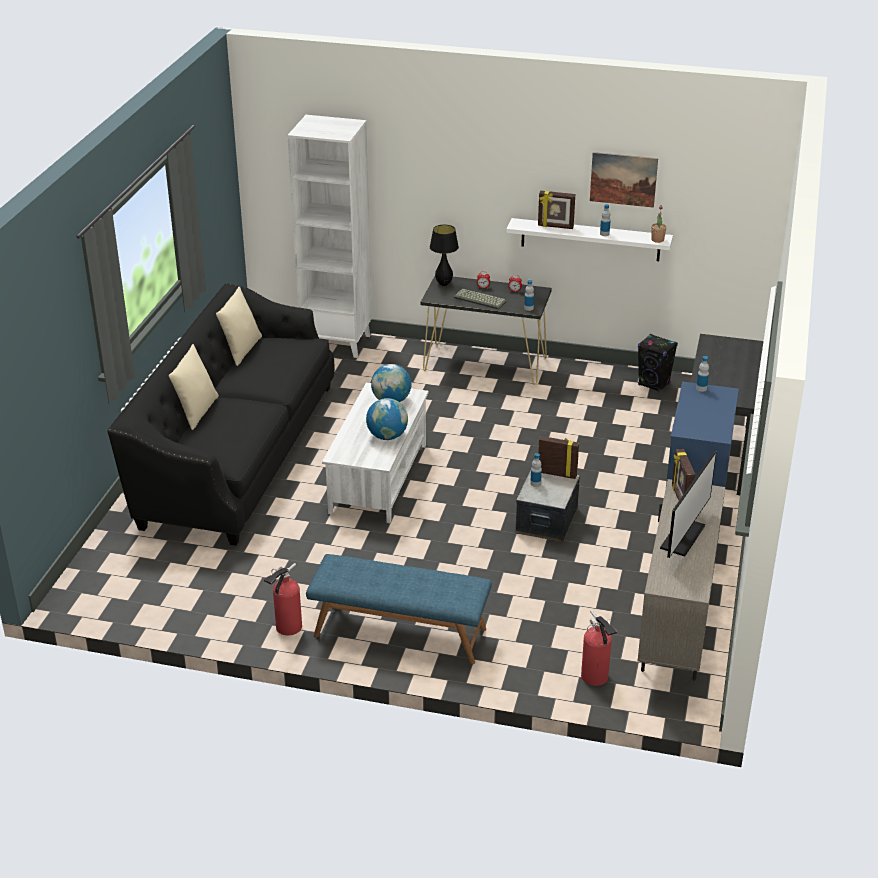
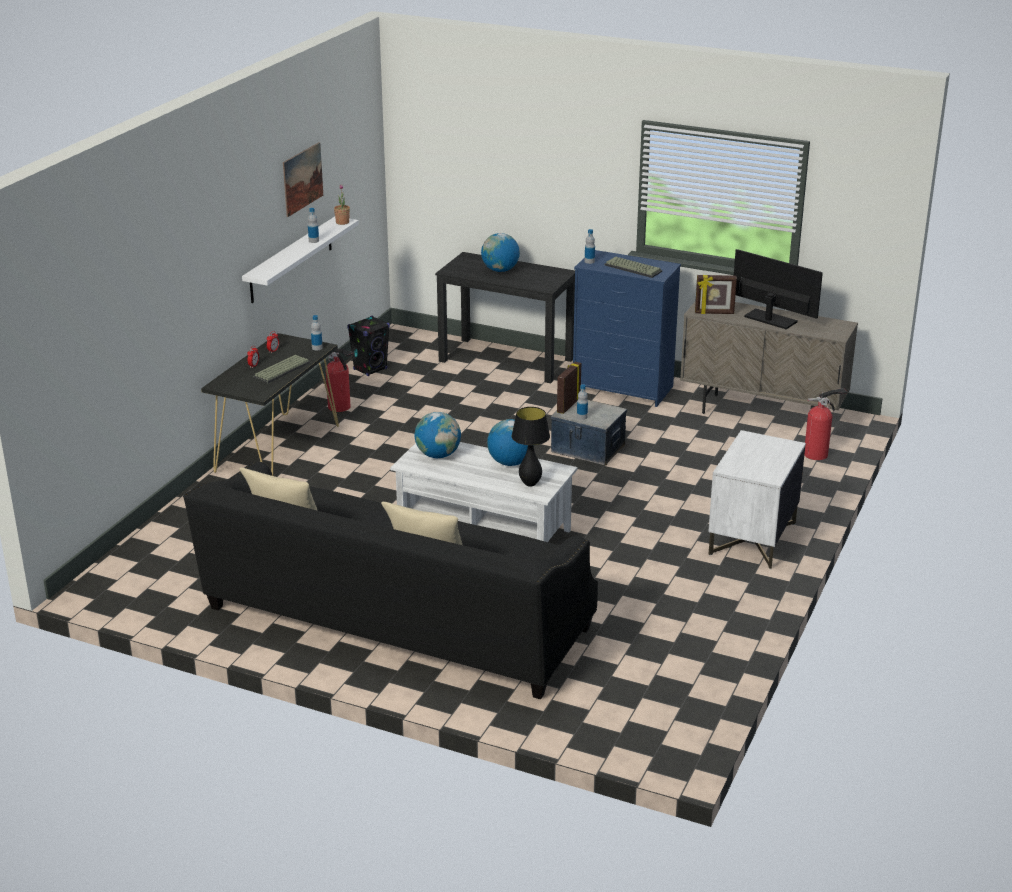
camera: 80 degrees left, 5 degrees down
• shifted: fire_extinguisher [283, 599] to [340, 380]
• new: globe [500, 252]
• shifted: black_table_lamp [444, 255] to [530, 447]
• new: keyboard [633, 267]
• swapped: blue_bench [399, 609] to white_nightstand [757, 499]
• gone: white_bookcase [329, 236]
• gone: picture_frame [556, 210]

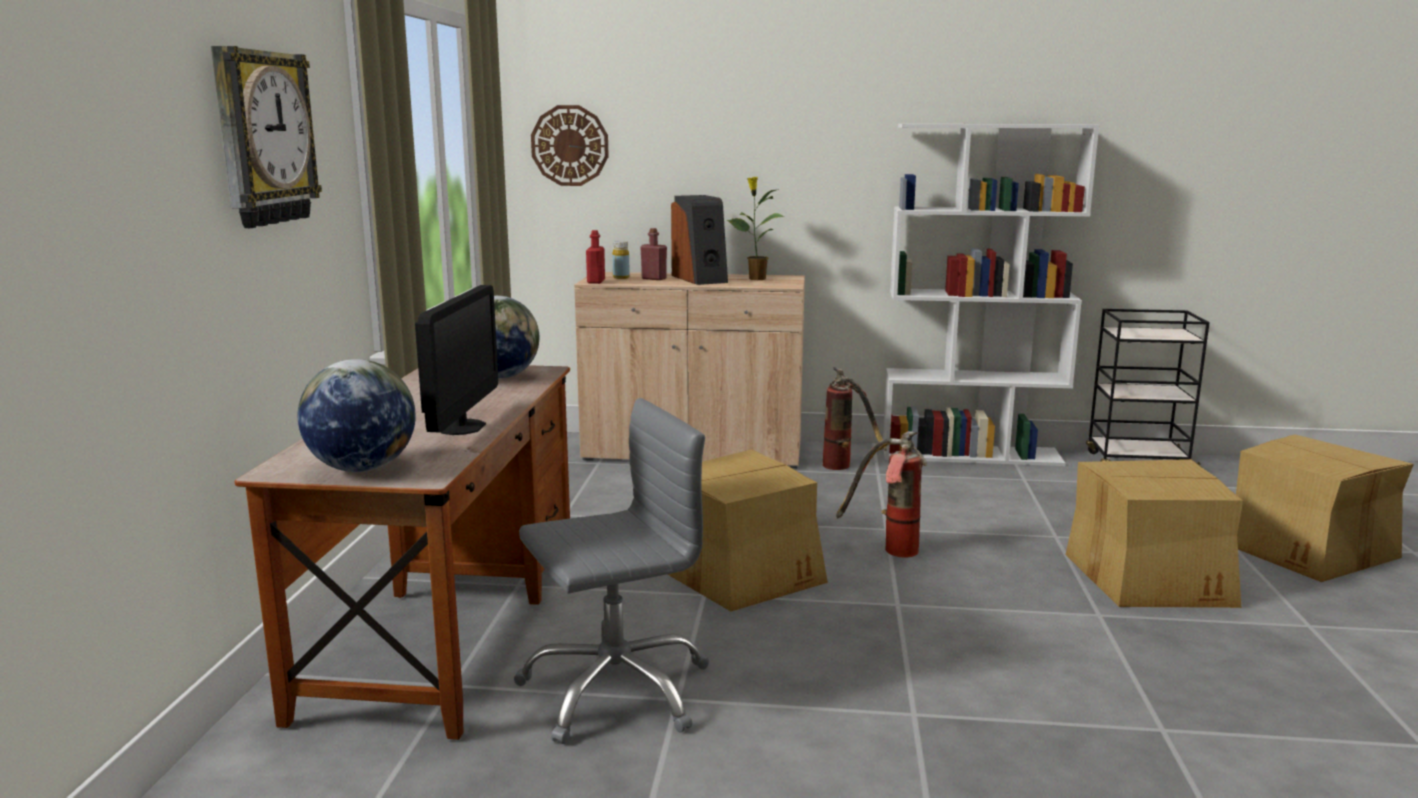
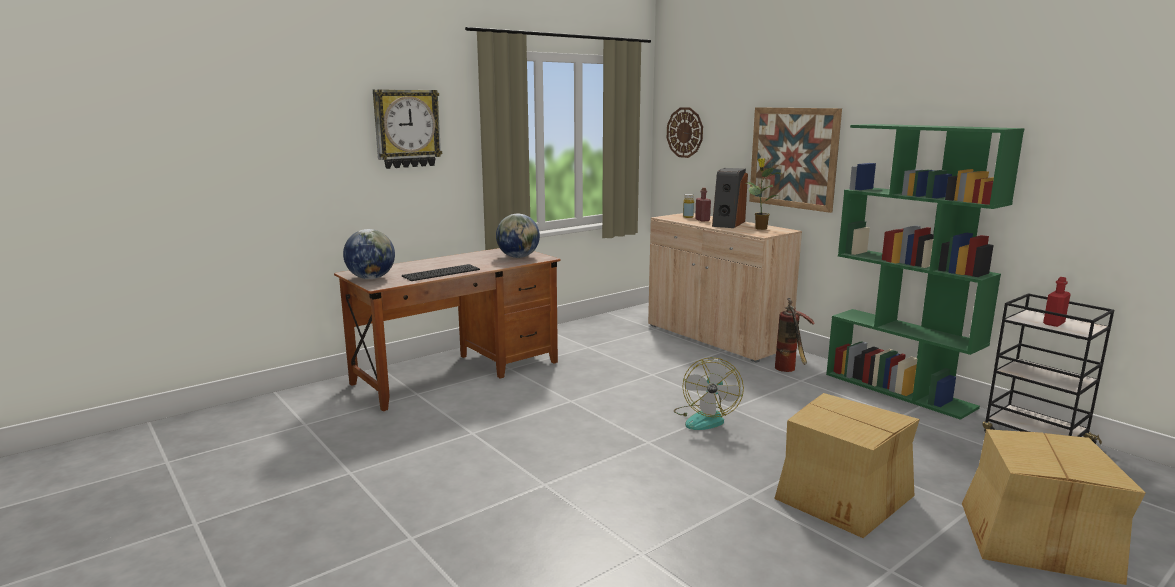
camera: 45 degrees right, 0 degrees up
• swapped: monitor [456, 360] to keyboard [441, 272]
• swapped: fire_extinguisher [881, 494] to fan [709, 393]
• new: picture [795, 160]
• repainted: white_bookcase [991, 295] to green_bookcase [925, 272]
• shifted: red_bottle [595, 257] to [1057, 302]
• gone: grey_office_chair [611, 571]
• gone: cardboard_box [747, 530]

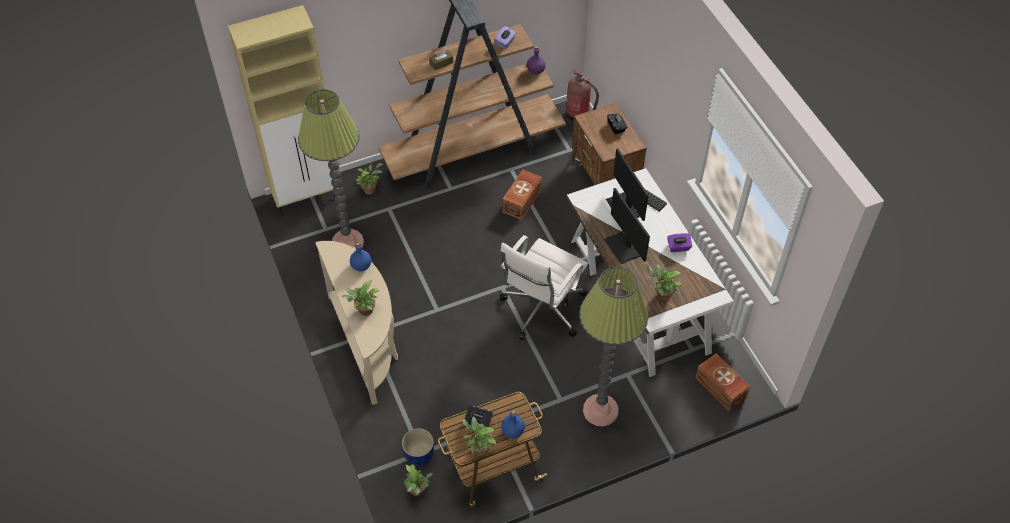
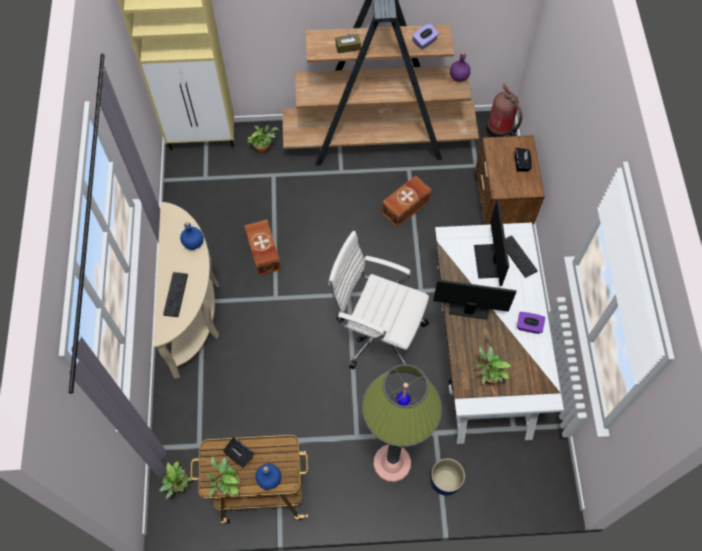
camera: 20 degrees right, 10 degrees up
• swapped: potted_plant [360, 298] to keyboard [175, 294]
• shifted: brown_storage_box [723, 382] to [262, 248]
• rotated: white_office_chair [544, 287] = [378, 300] 60 degrees clockwise
• shifted: blue_planter [418, 447] to [448, 477]
• rotated: monitor [627, 226] = [474, 300] 105 degrees clockwise
• gone: floor_lamp [331, 169]

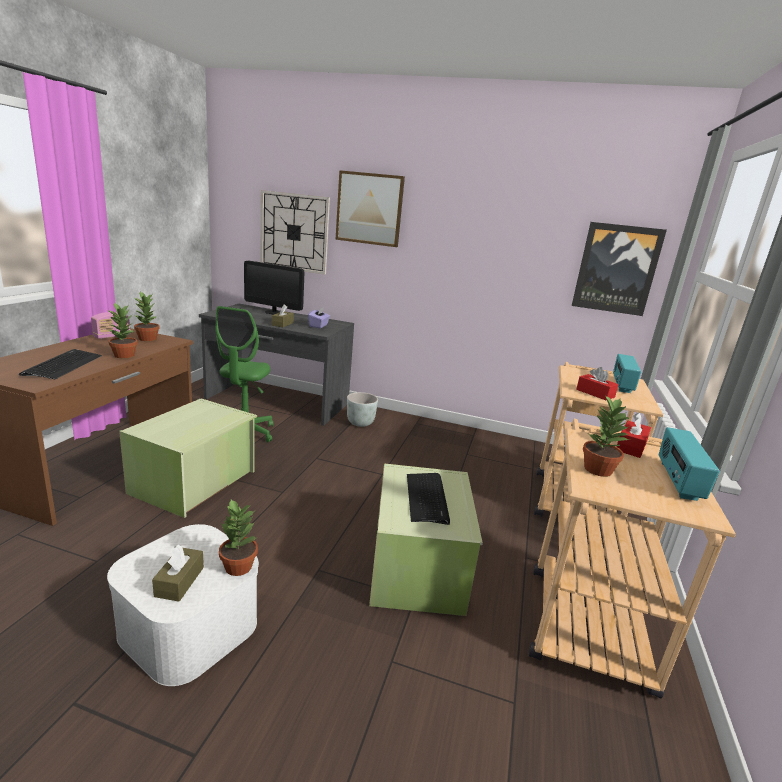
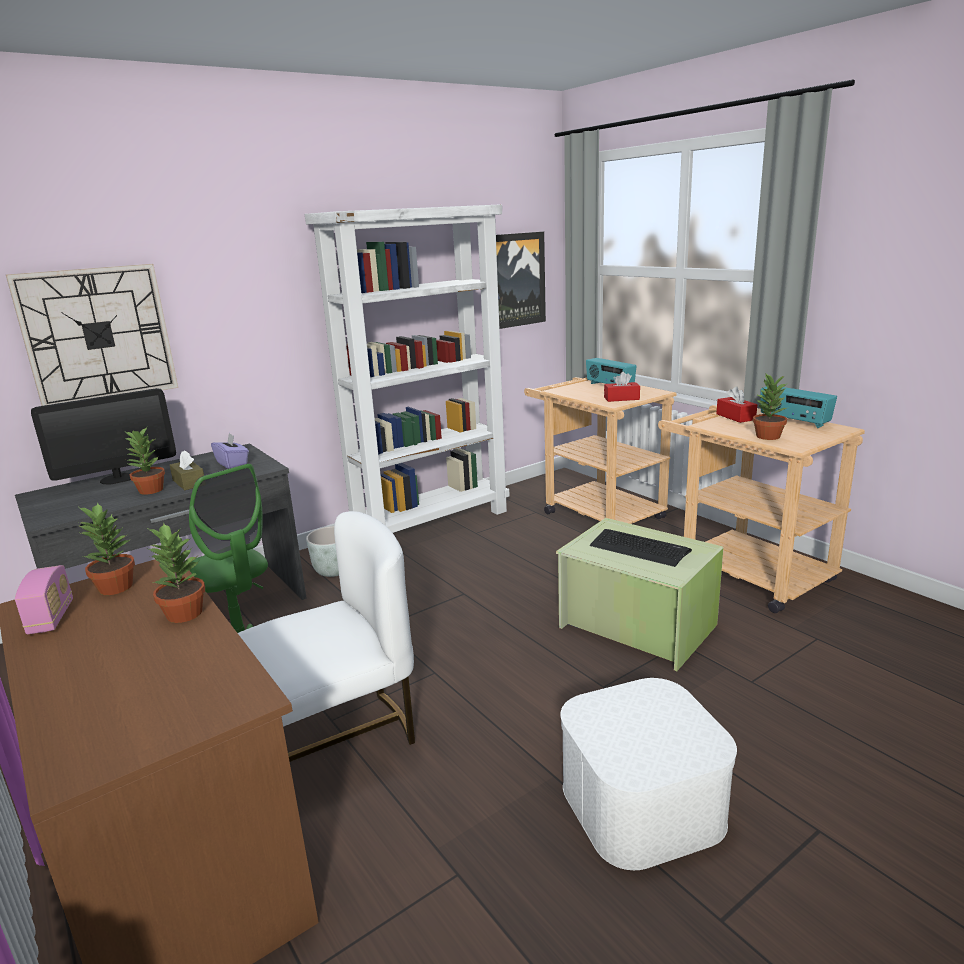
camera: 50 degrees left, 0 degrees up
• shifted: potted_plant [238, 538] to [144, 461]
• swapped: green_storage_box [188, 458] to white_chair [326, 636]
• new: white_bookcase [407, 368]
• gone: keyboard [60, 364]
• gone: brown_tissue_box [178, 573]
• gone: picture [370, 208]

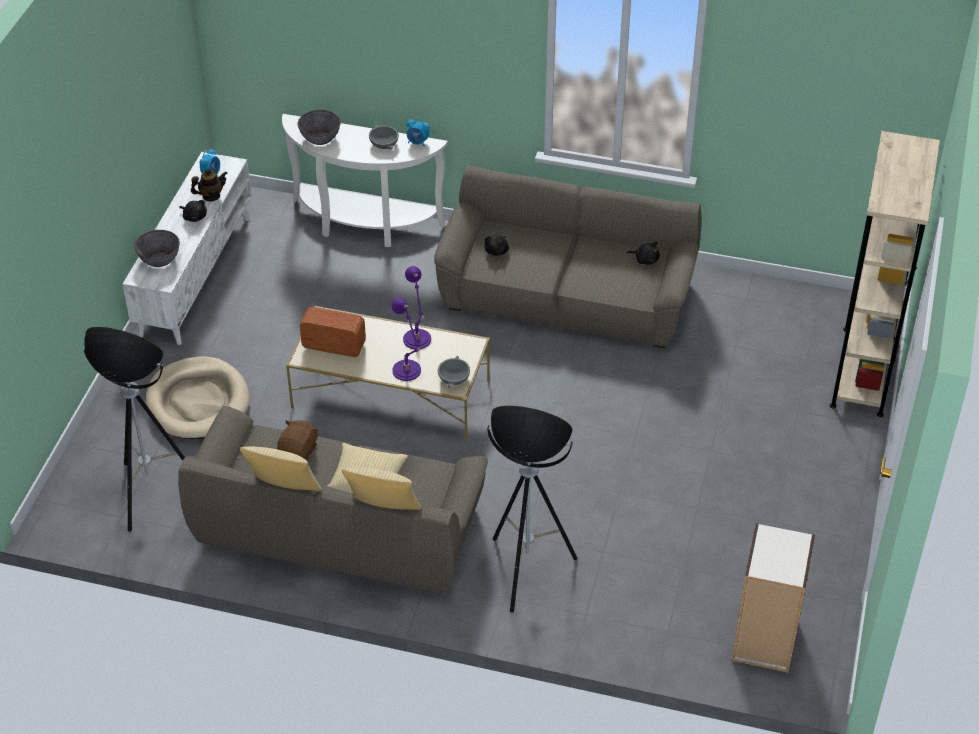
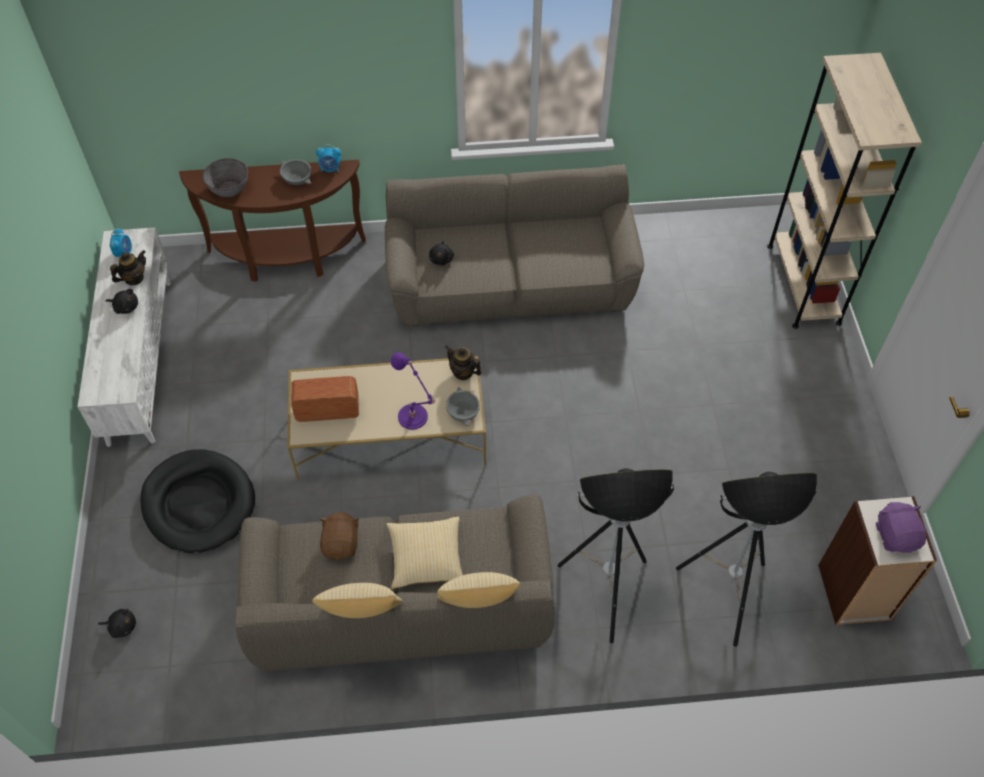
camera: 20 degrees left, 10 degrees up
• shifted: black_plush_toy [643, 253] to [117, 623]
• repainted: beige_dog_bed [198, 398] to black_dog_bed [197, 501]
• repainted: white_console_table [365, 180] to brown_console_table [272, 221]
• new: teapot [463, 362]
• shifted: floor_lamp [134, 429] to [746, 559]
• new: purple_plush_toy [901, 527]
• gone: grey_bowl [157, 248]
• gone: purple_table_lamp [417, 307]

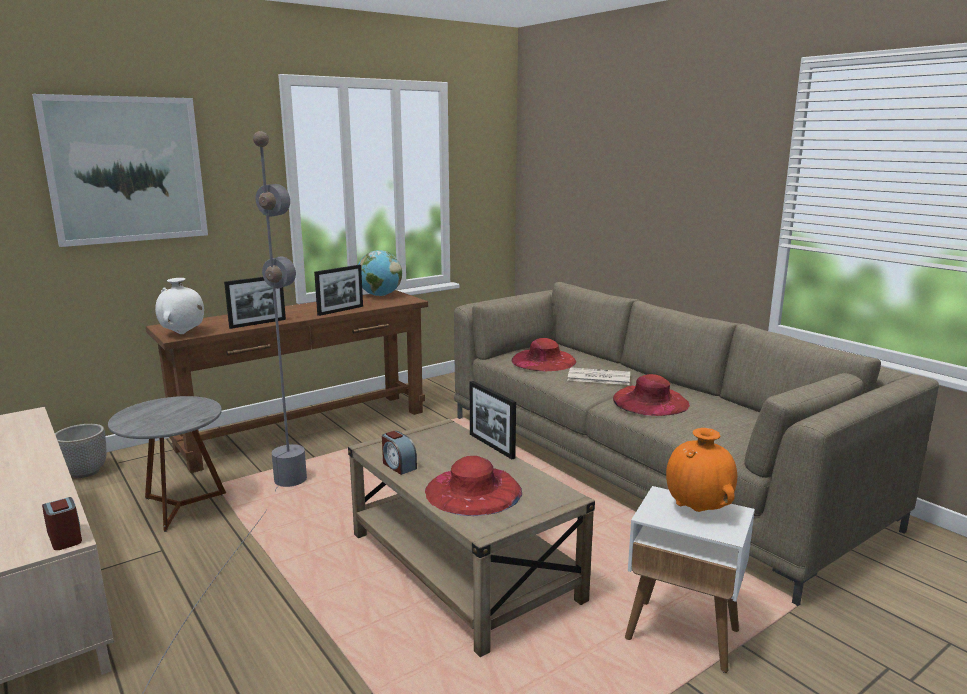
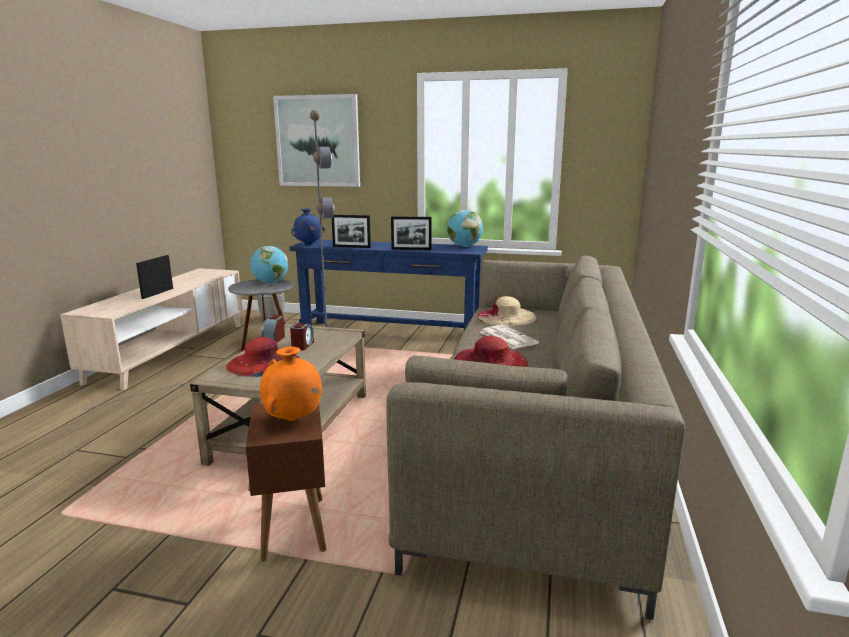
camera: 50 degrees right, 0 degrees up
• shifted: picture_frame [493, 420] to [154, 277]
• repainted: white_side_table [690, 579] to brown_side_table [286, 482]
• new: globe [269, 265]
• repainted: brown_console_table [287, 381] to blue_console_table [388, 285]
• shifted: alarm_clock [62, 523] to [302, 336]
• repainted: white_vase [179, 306] to blue_vase [308, 227]
• repainted: red_hat [544, 354] to beige_hat [507, 311]

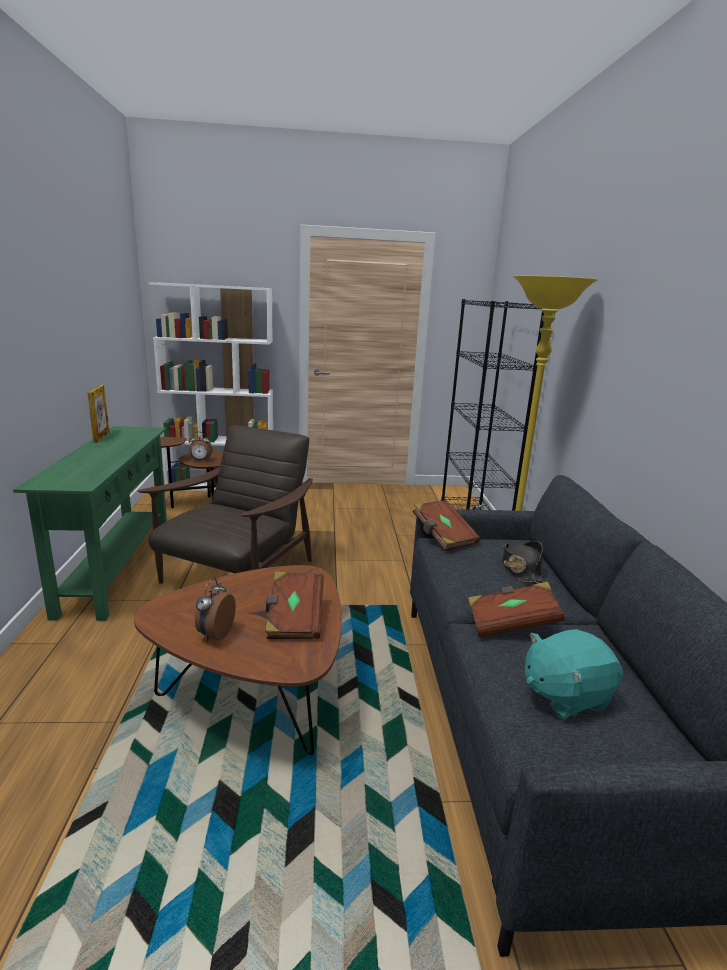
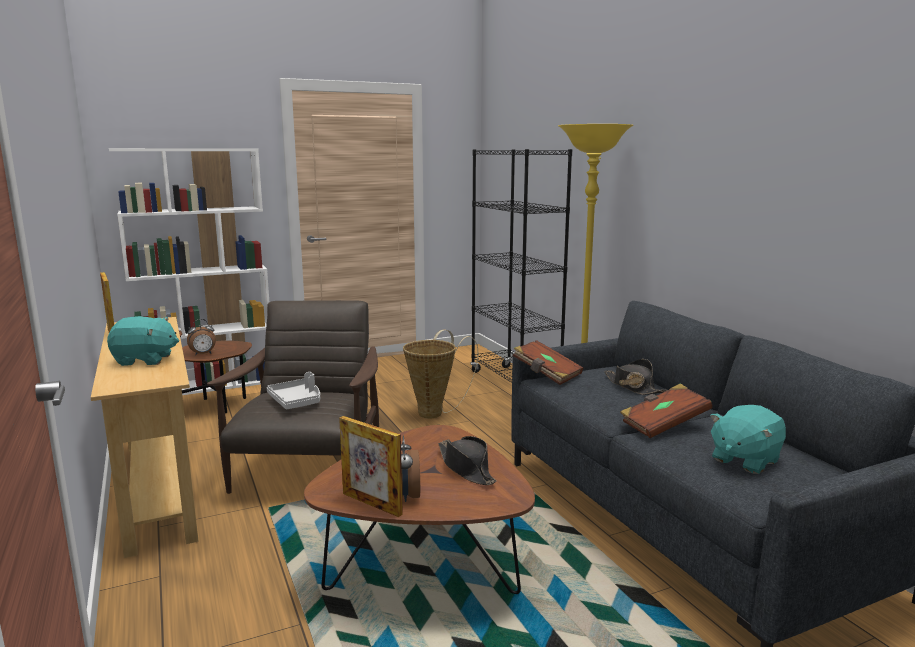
camera: 20 degrees left, 5 degrees down
• repainted: green_console_table [90, 523] to beige_console_table [144, 437]
• new: turquoise_plush_toy [143, 341]
• new: grey_tray [293, 390]
• new: picture_frame [371, 466]
• new: basket [440, 374]
• swapped: brown_book [294, 605] to black_hat [467, 460]

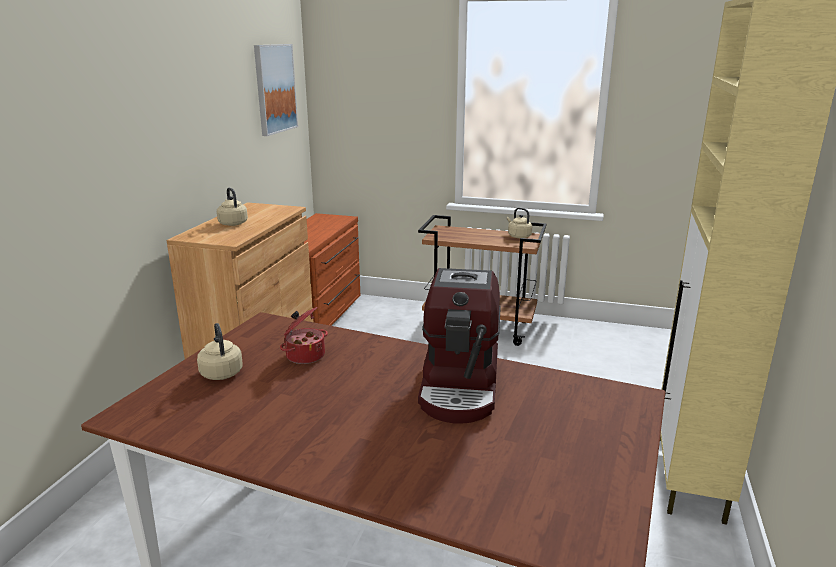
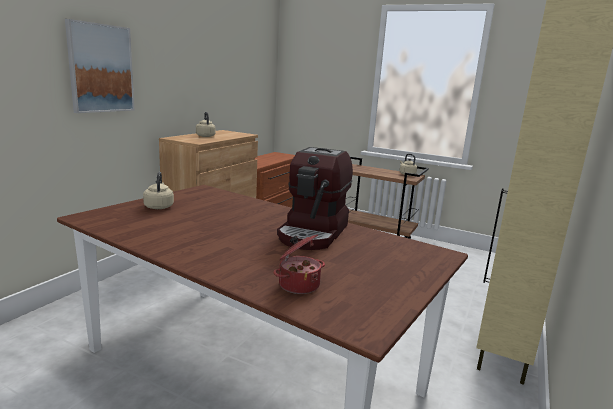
camera: 10 degrees right, 5 degrees down
• shifted: picture [276, 90] to [99, 66]
• shifted: cooking_pot [304, 335] to [299, 264]

